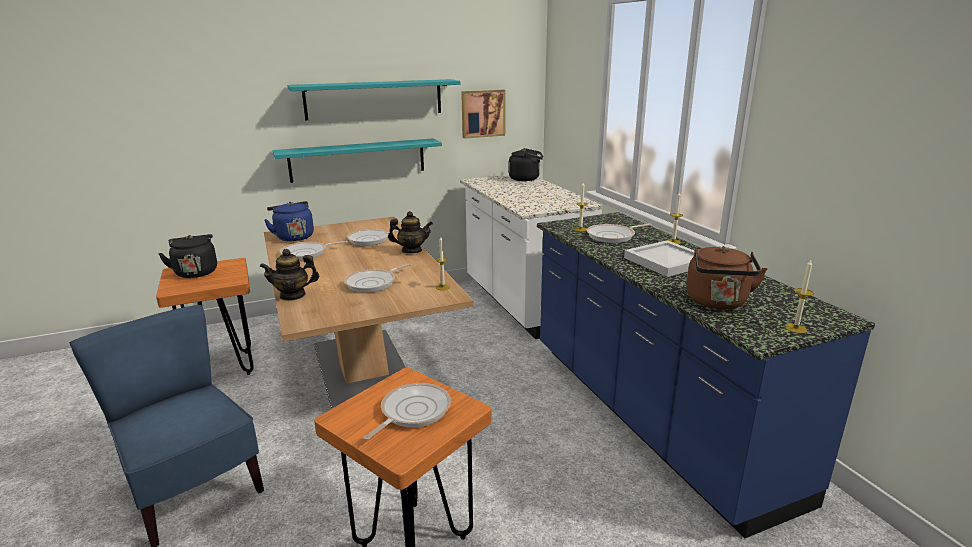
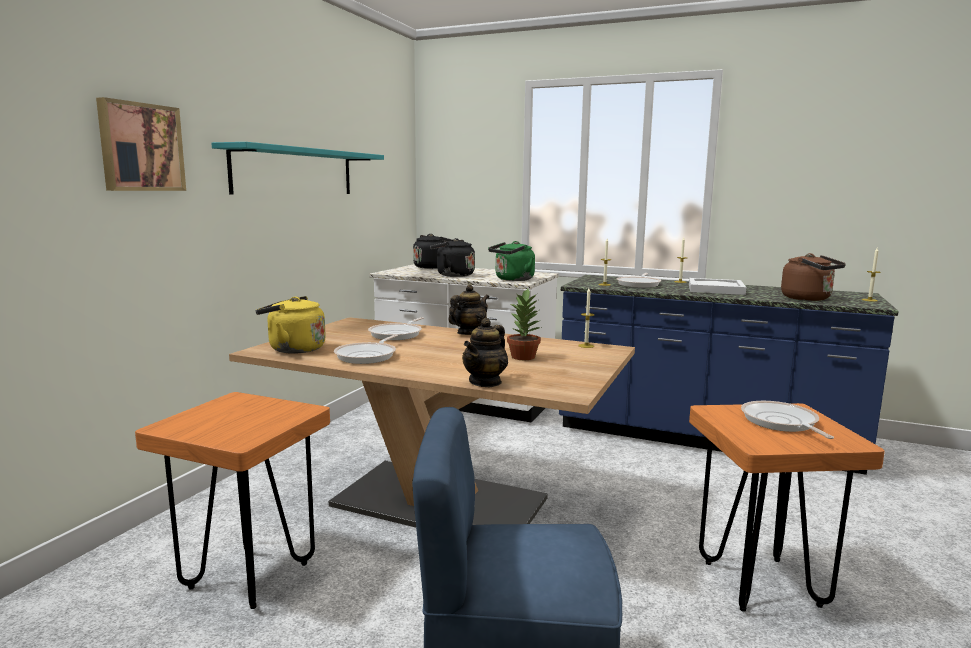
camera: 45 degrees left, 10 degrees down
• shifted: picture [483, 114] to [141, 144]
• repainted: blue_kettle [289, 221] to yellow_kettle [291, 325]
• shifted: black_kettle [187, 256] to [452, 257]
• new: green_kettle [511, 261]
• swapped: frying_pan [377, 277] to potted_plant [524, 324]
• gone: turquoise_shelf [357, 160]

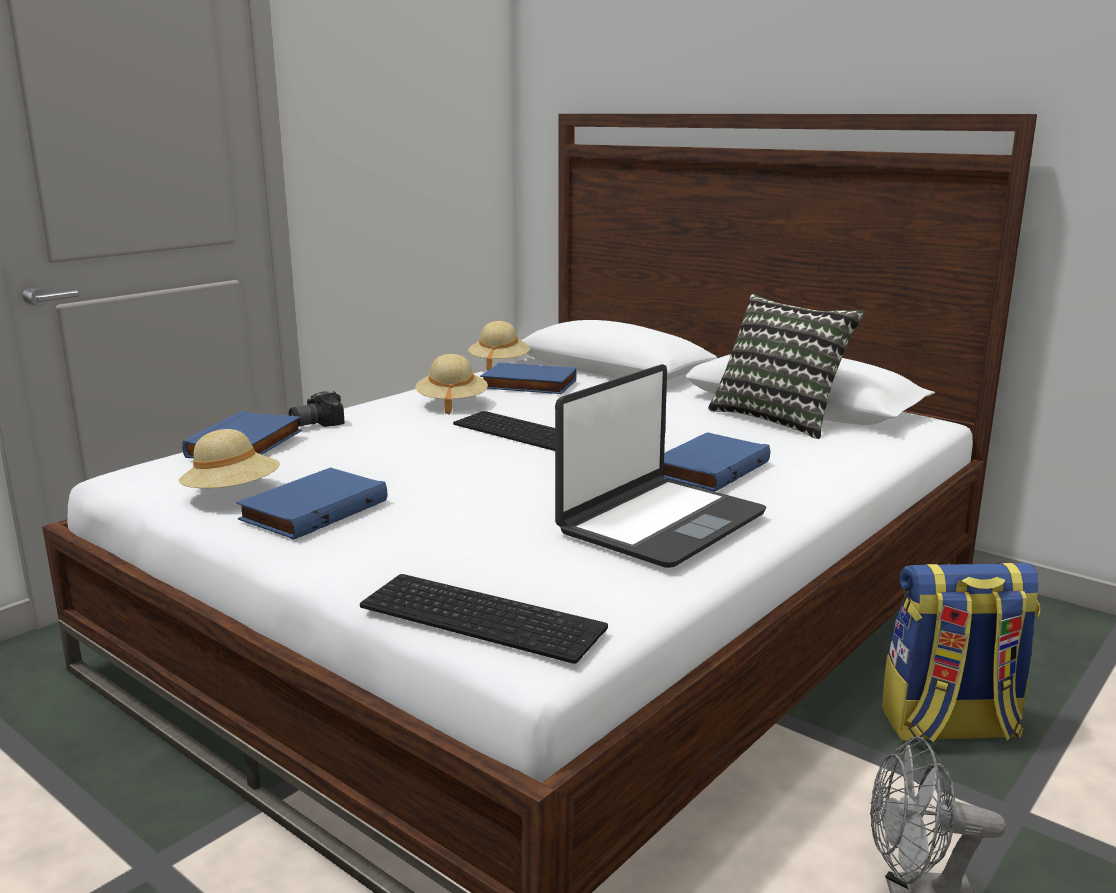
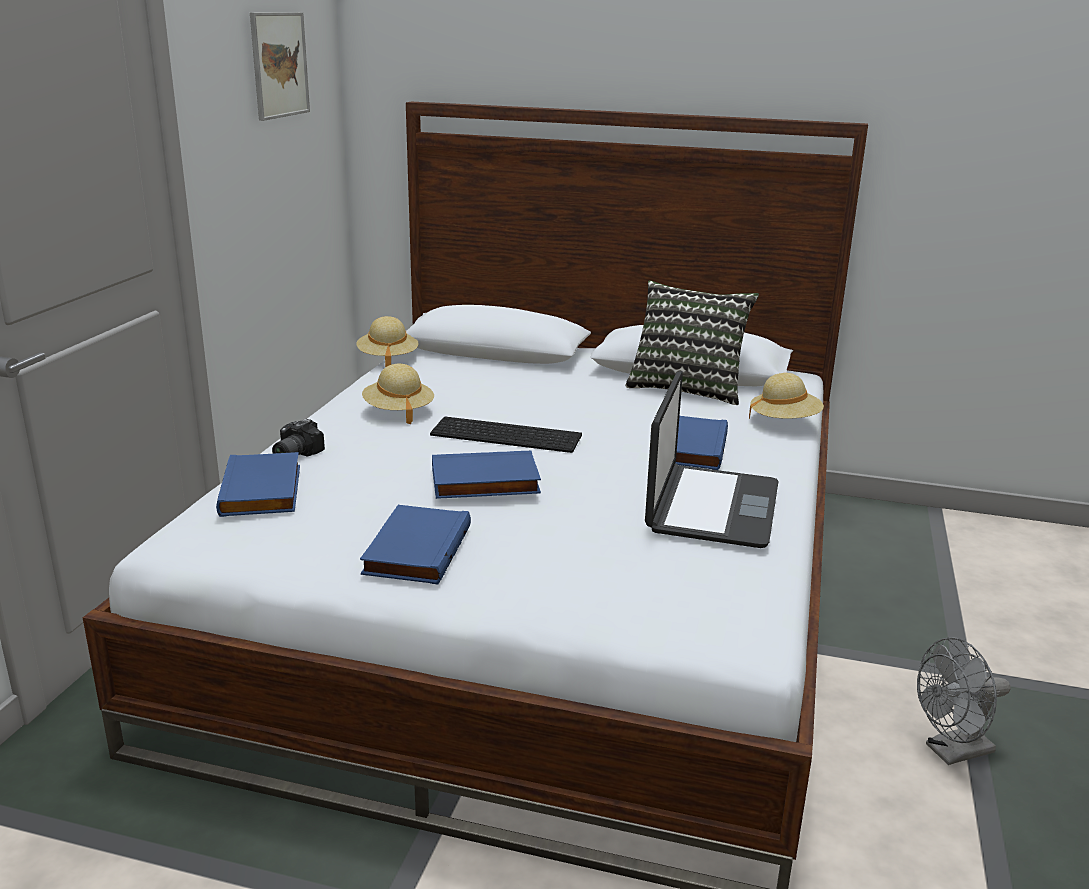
camera: 25 degrees left, 5 degrees up
• new: picture [280, 66]
• shifted: blue_book [528, 378] to [486, 475]
• shifted: beige_hat [229, 458] to [786, 396]
• gone: keyboard [484, 619]
• gone: backpack [961, 652]

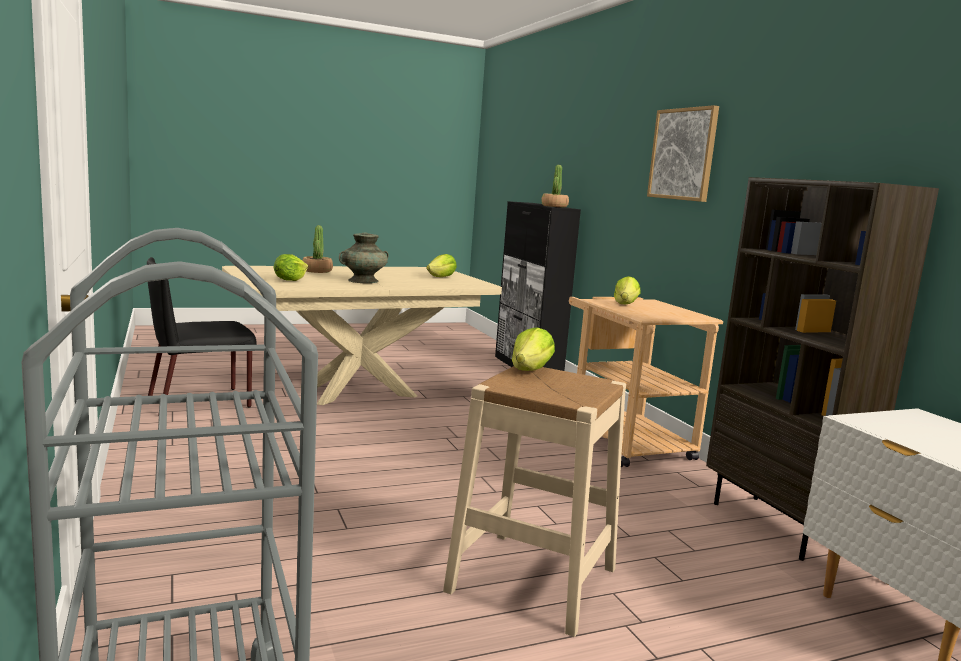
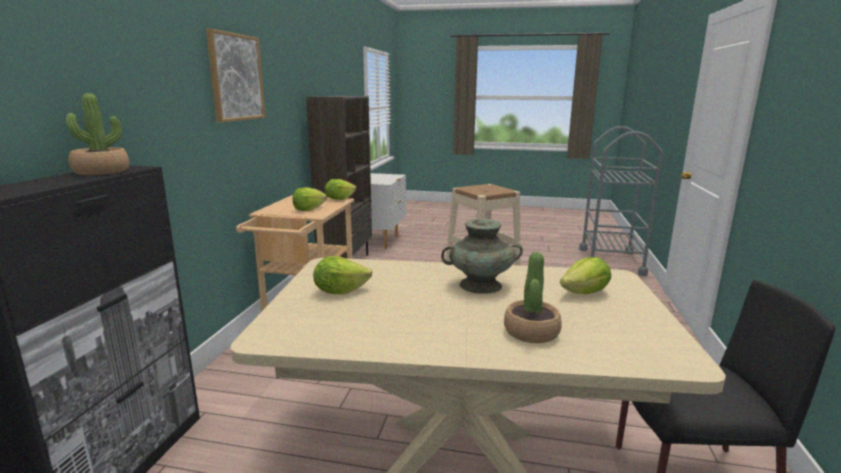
camera: 145 degrees left, 5 degrees up
• shifted: lettuce [533, 349] to [340, 189]

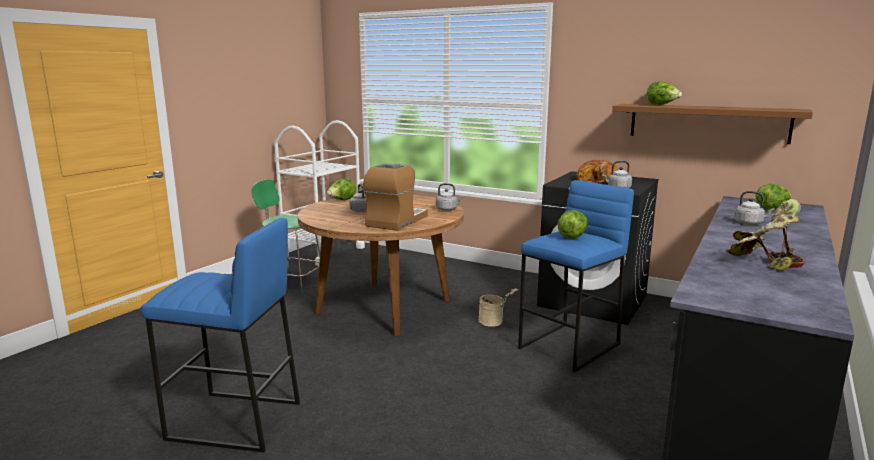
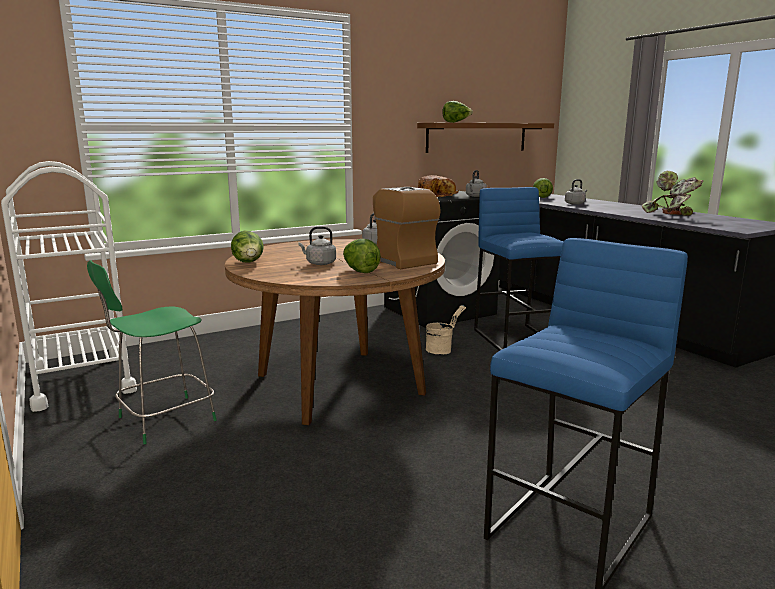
camera: 60 degrees left, 0 degrees up
• shifted: lettuce [573, 224] to [362, 256]

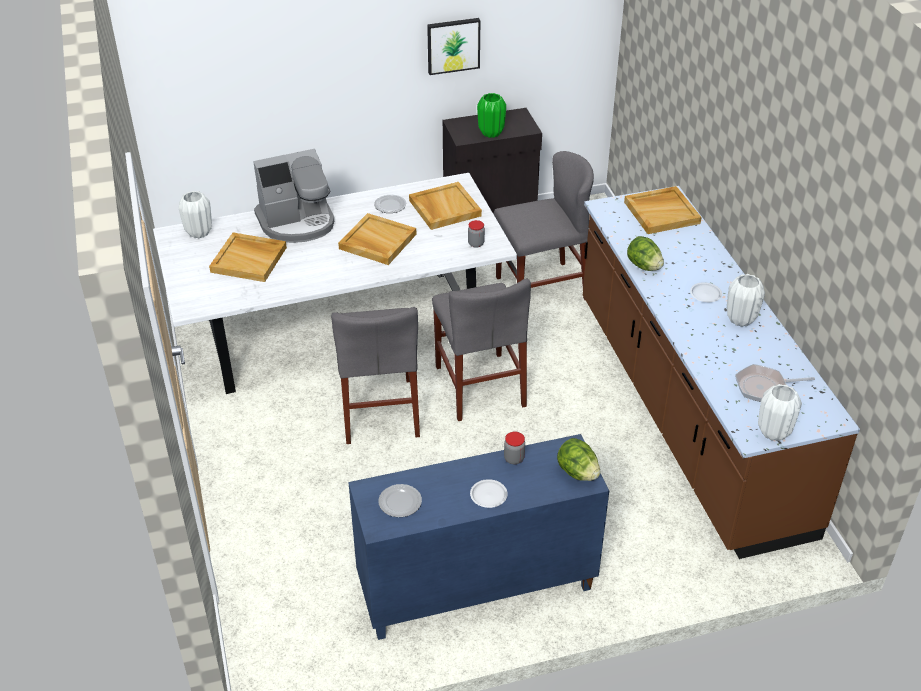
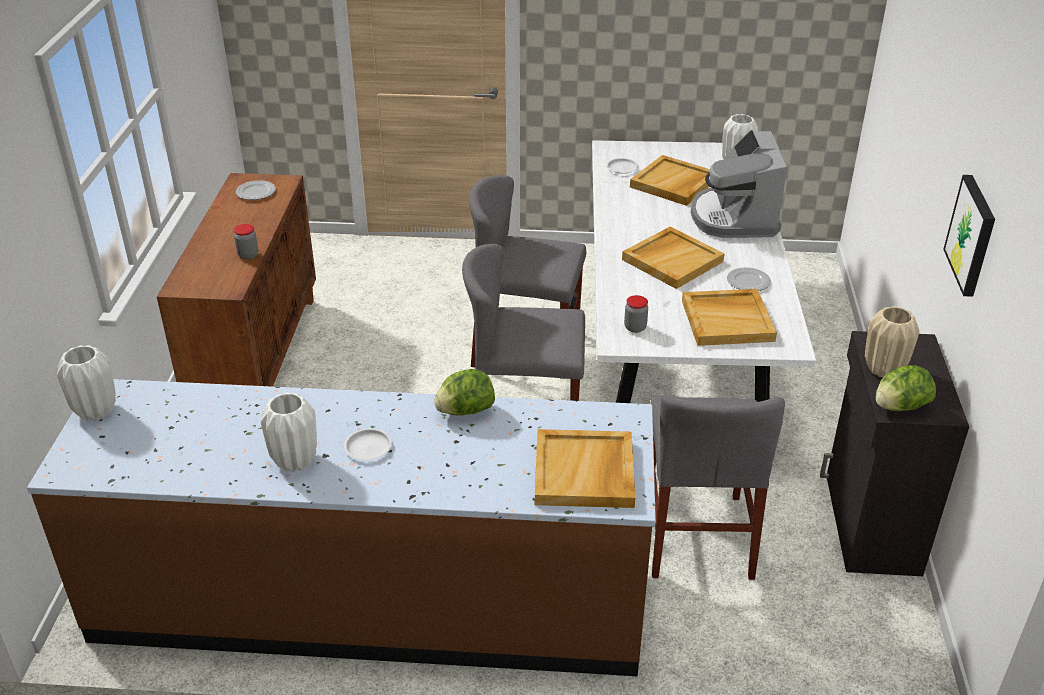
camera: 110 degrees right, 5 degrees down
• repainted: blue_cabinet [478, 537] to brown_cabinet [236, 280]
• shifted: white_plate [489, 493] to [623, 166]
• repainted: green_vase [491, 115] to beige_vase [892, 341]
• shifted: lettuce [579, 459] to [906, 388]
• gone: frying_pan [775, 383]

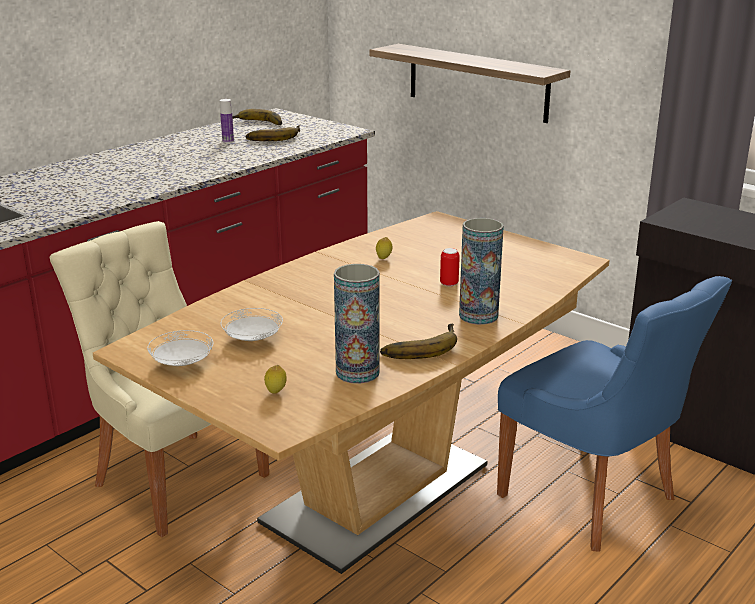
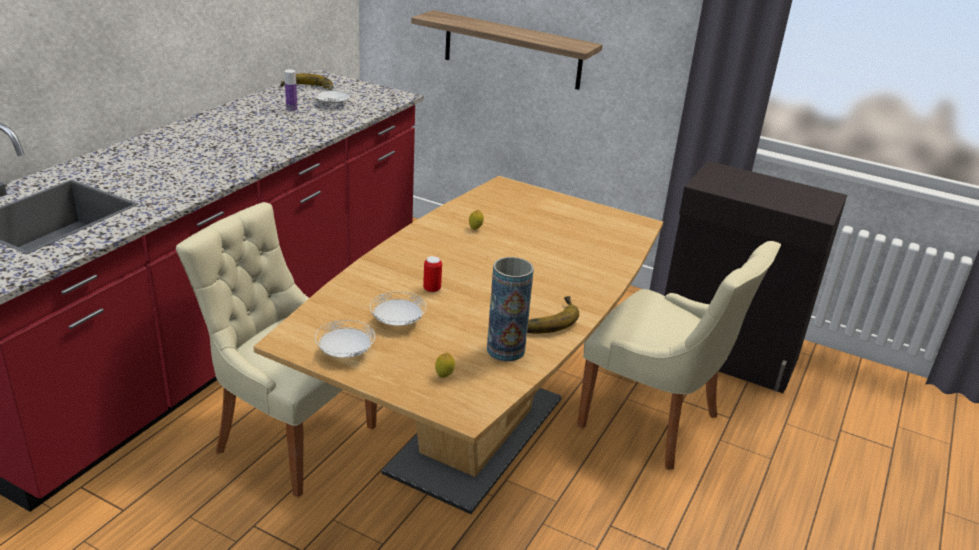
camera: 15 degrees left, 5 degrees up
• swapped: banana [273, 133] to white_plate [332, 94]
• shifted: can [450, 267] to [432, 274]
• repainted: blue_chair [614, 413] to beige_chair [679, 355]
• gone: vase [481, 271]

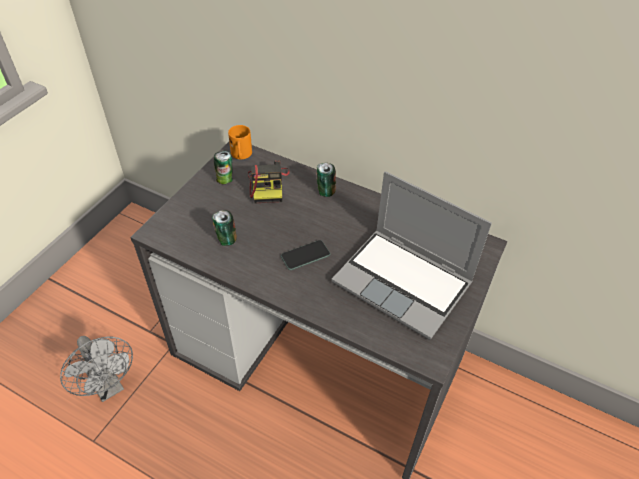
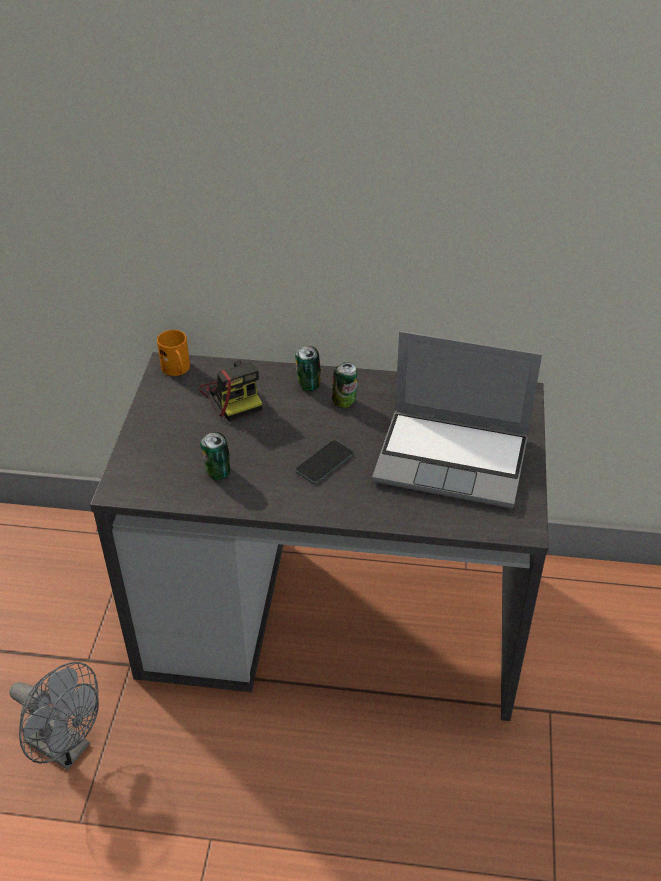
camera: 20 degrees left, 5 degrees down
• shifted: can [223, 167] to [345, 385]

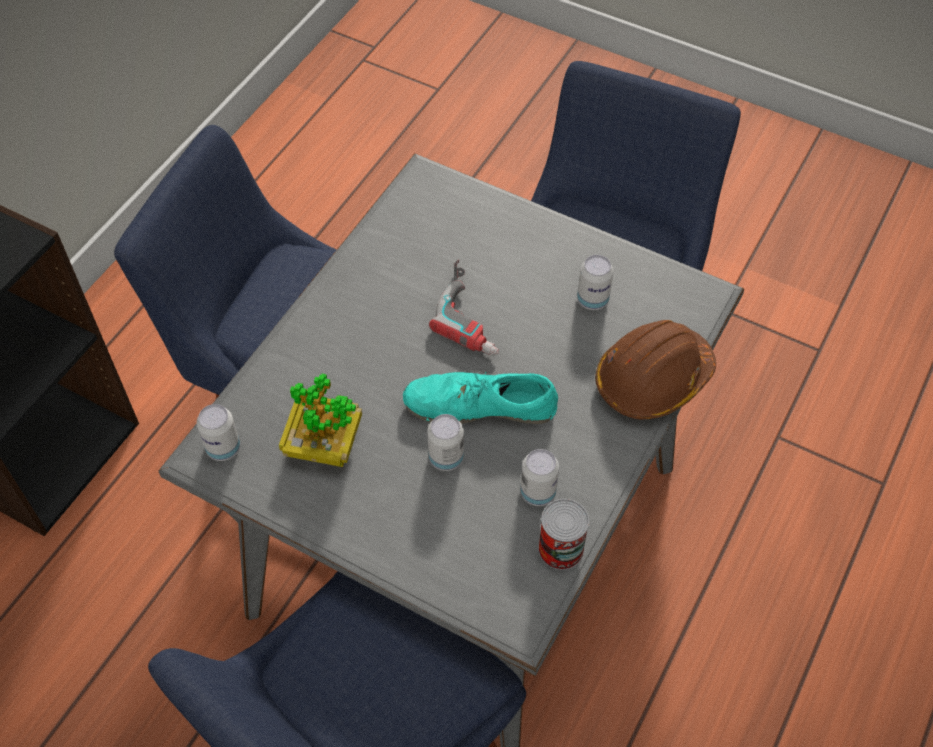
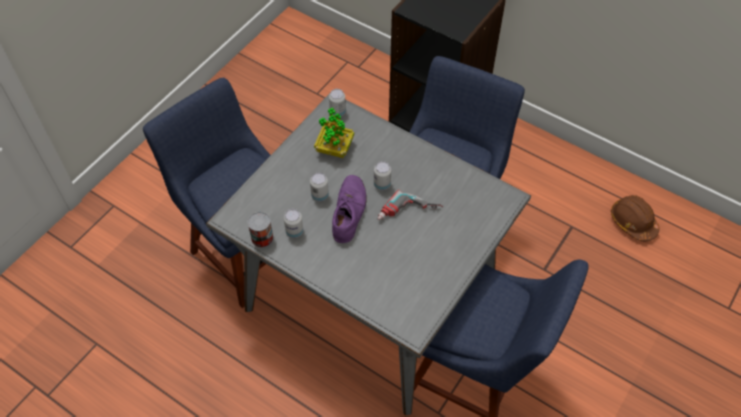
camera: 95 degrees right, 0 degrees up
• repainted: turquoise_shoe [480, 397] to purple_shoe [349, 209]
• shifted: can [595, 282] to [382, 175]
• shifted: brown_hard_hat [655, 370] to [635, 218]

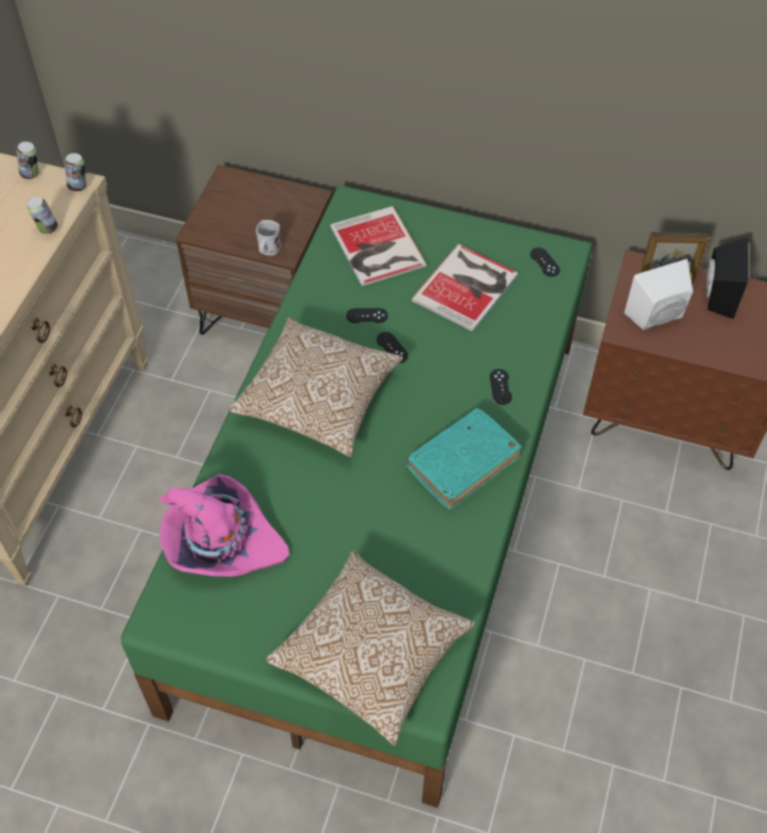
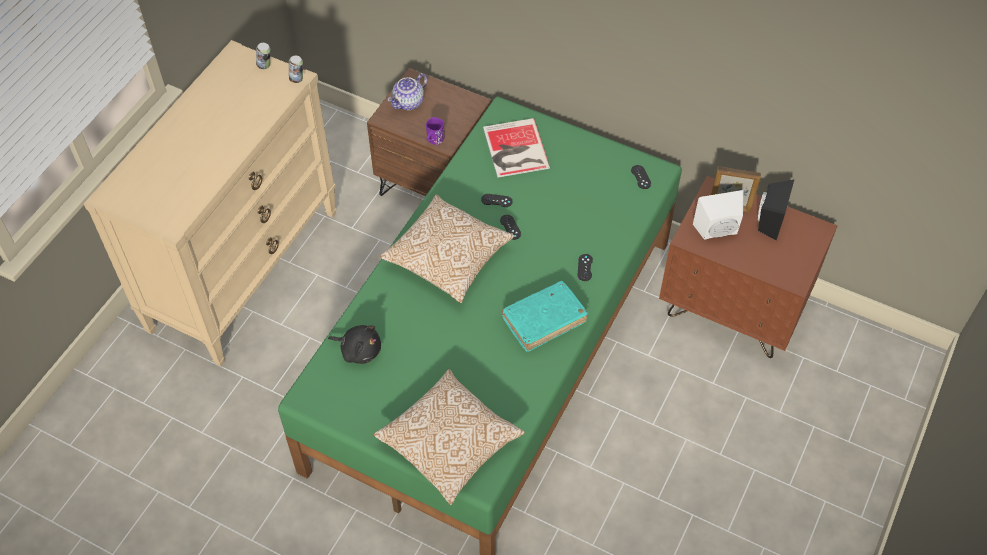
camera: 10 degrees right, 0 degrees up
• swapped: pink_hat [224, 525] to black_plush_toy [354, 344]
• new: teapot [407, 91]
• repainted: white_mug [268, 238] to purple_mug [435, 131]
• gone: can [42, 215]
• gone: book [464, 288]

